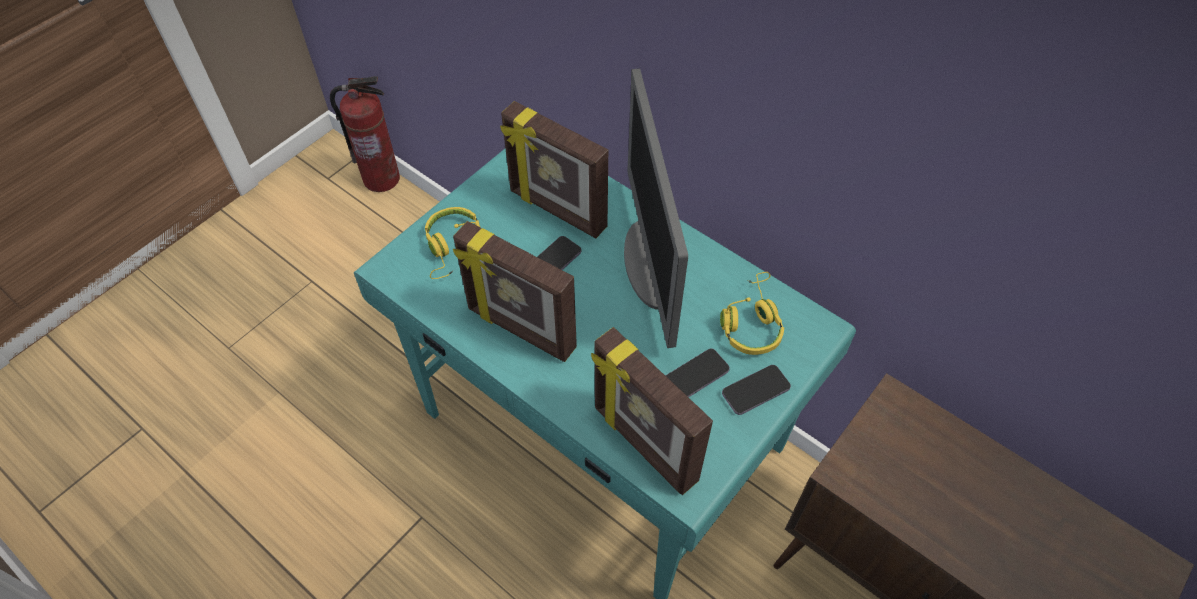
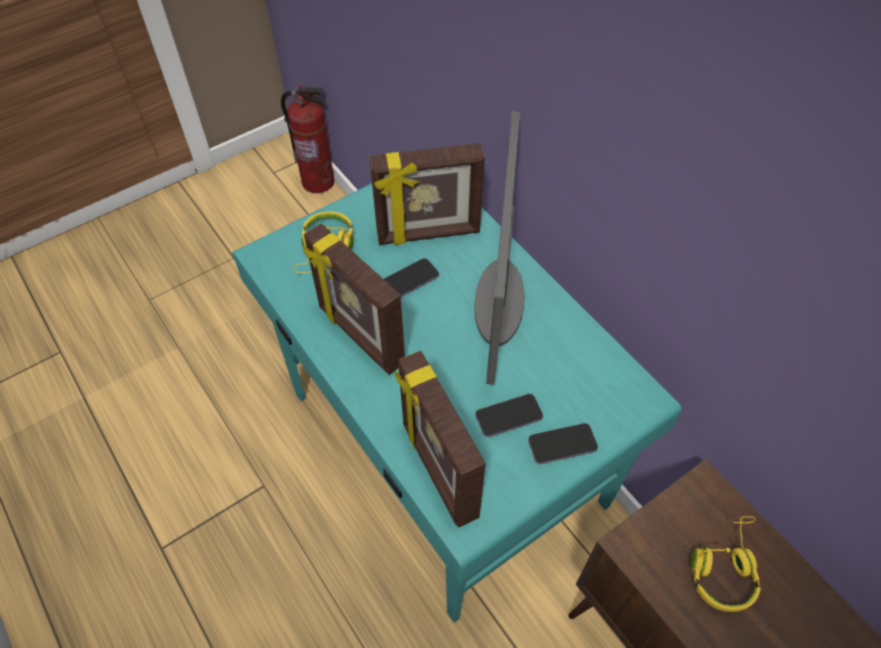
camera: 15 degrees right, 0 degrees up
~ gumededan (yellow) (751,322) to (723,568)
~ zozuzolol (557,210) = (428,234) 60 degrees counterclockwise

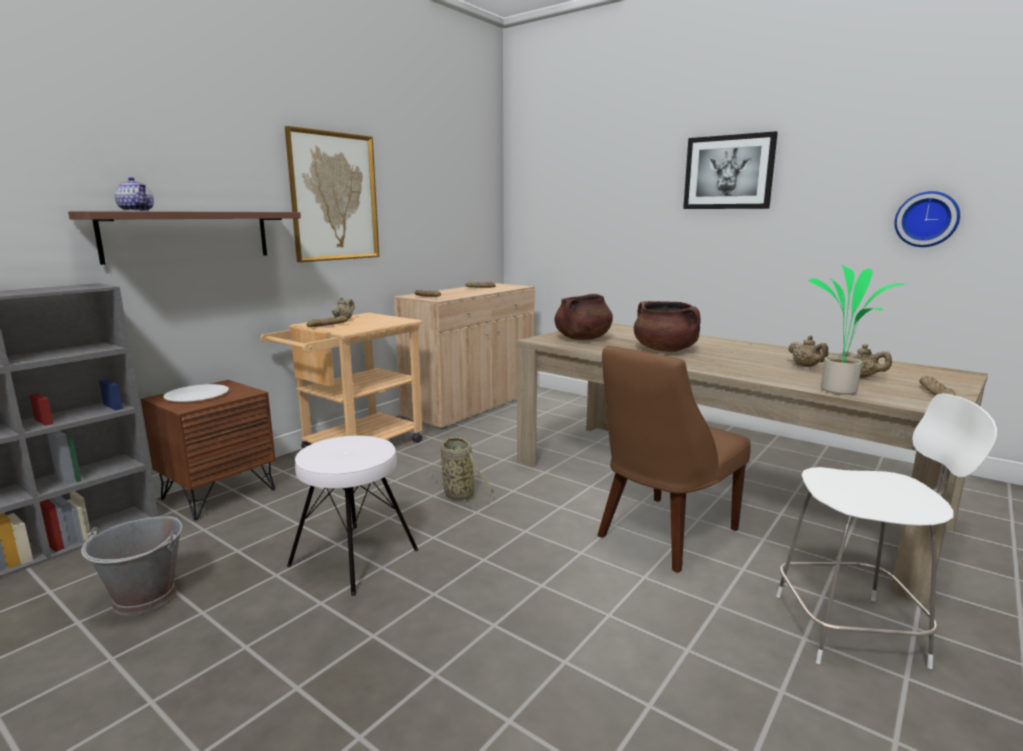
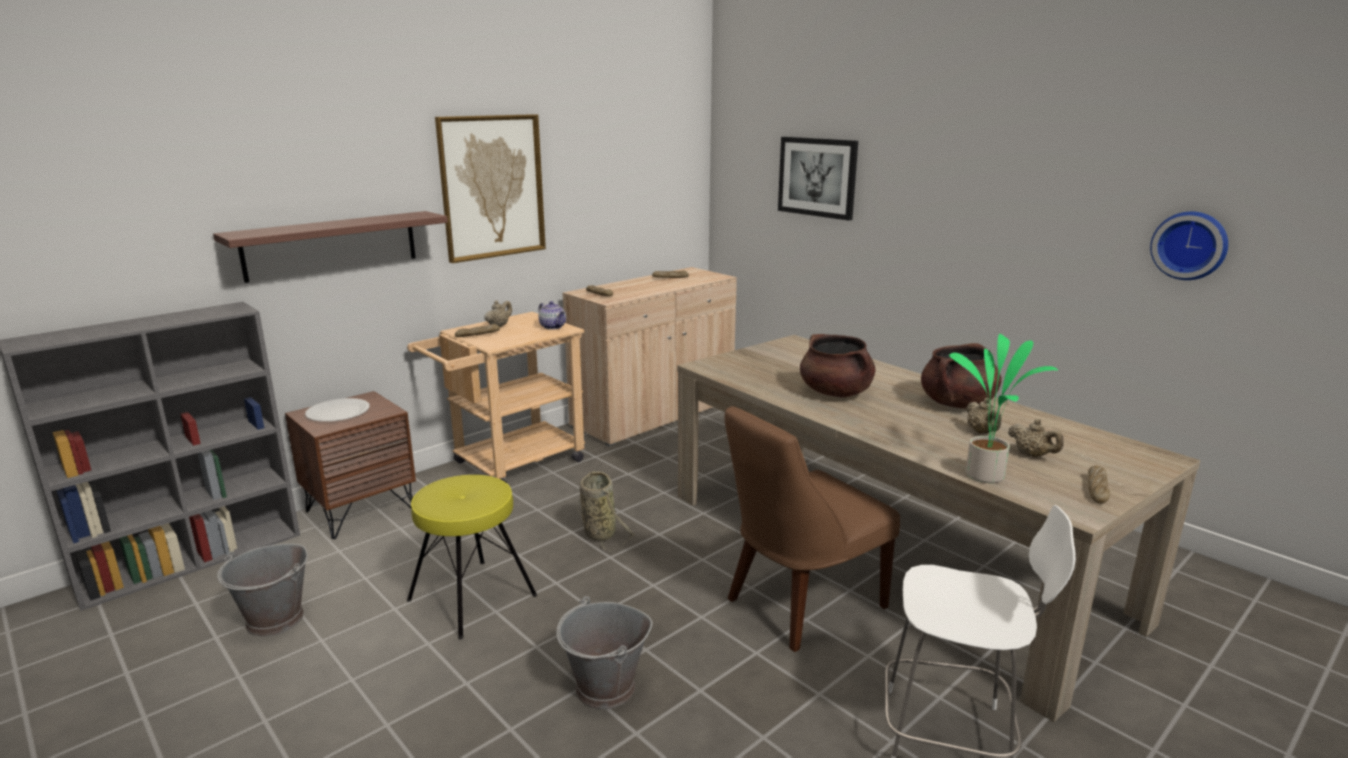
camera: 10 degrees right, 5 degrees up
+ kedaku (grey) (605,688)
~ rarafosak (136,211) to (552,326)
~ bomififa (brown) (582,338) to (957,404)
~ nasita (728,172) to (817,177)
~ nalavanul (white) (354,557) to nalavanul (yellow) (472,597)

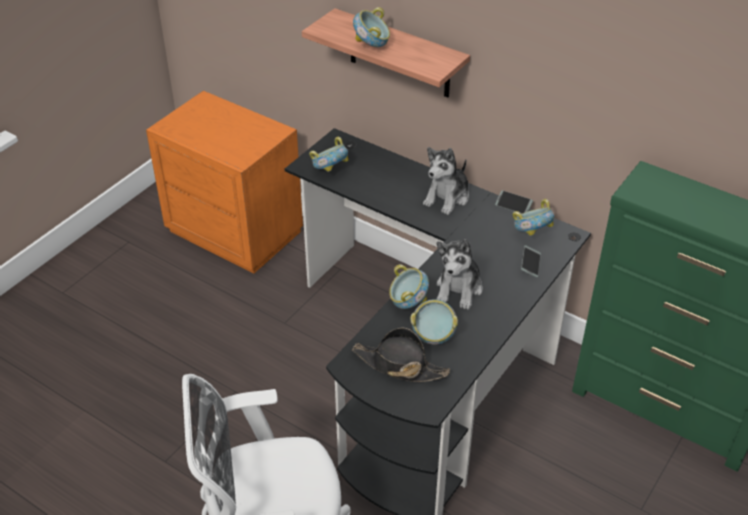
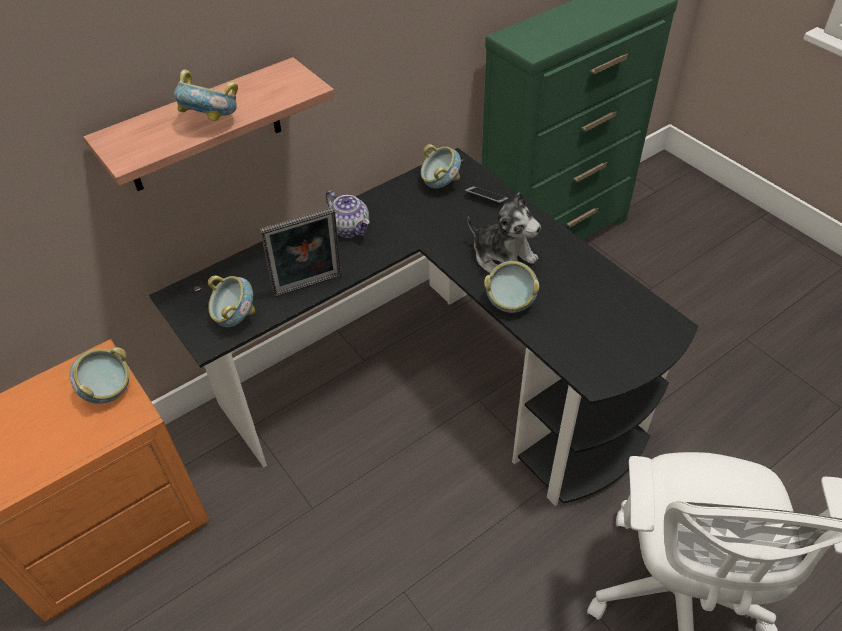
camera: 70 degrees left, 5 degrees up
- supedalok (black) (399,365)
- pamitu (513,205)
+ zozuzolol (309,287)
~ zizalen (433,336) to (109,392)
~ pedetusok (447,198) to rarafosak (350,228)

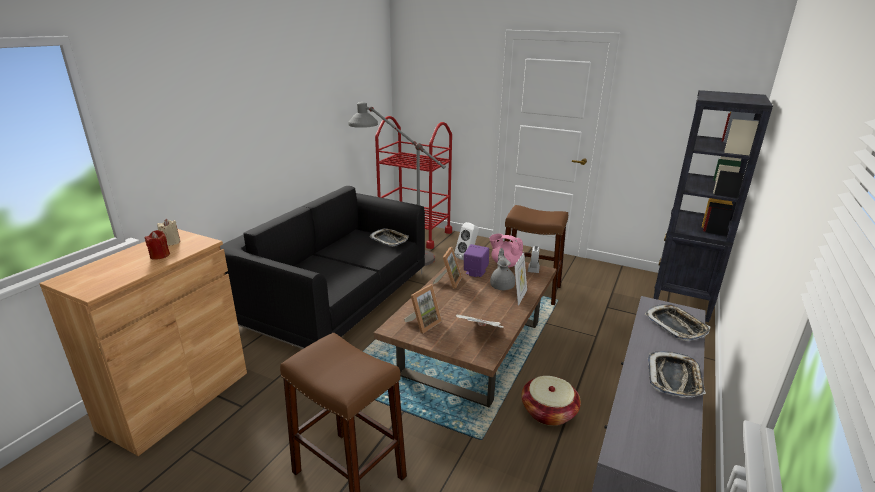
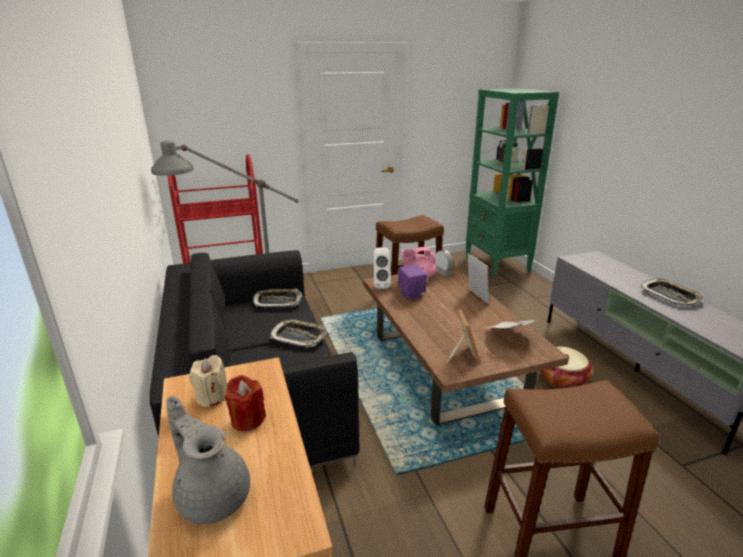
camera: 45 degrees left, 0 degrees up
- zozuzolol (448,282)
~ rarafosak (grey) (502,285) to (213,495)
~ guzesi (676,325) to (299,336)
~ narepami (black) (681,300) to narepami (green) (497,264)

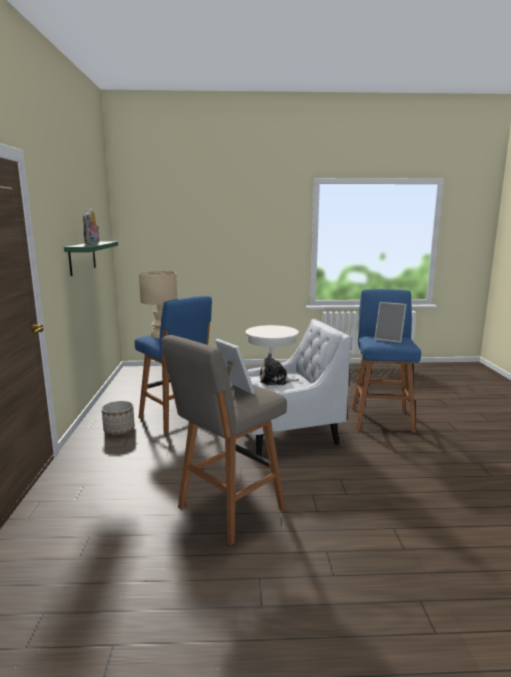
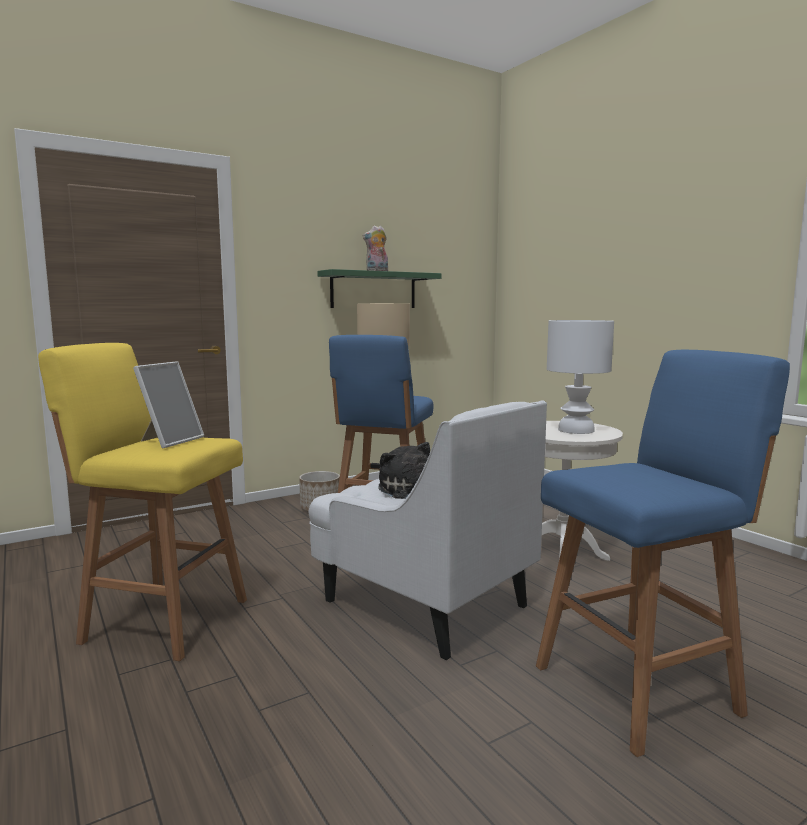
camera: 60 degrees right, 5 degrees down
- zozuzolol (389,339)
+ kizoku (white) (575,430)
~ nalavanul (grey) (228,510) to nalavanul (yellow) (162,619)

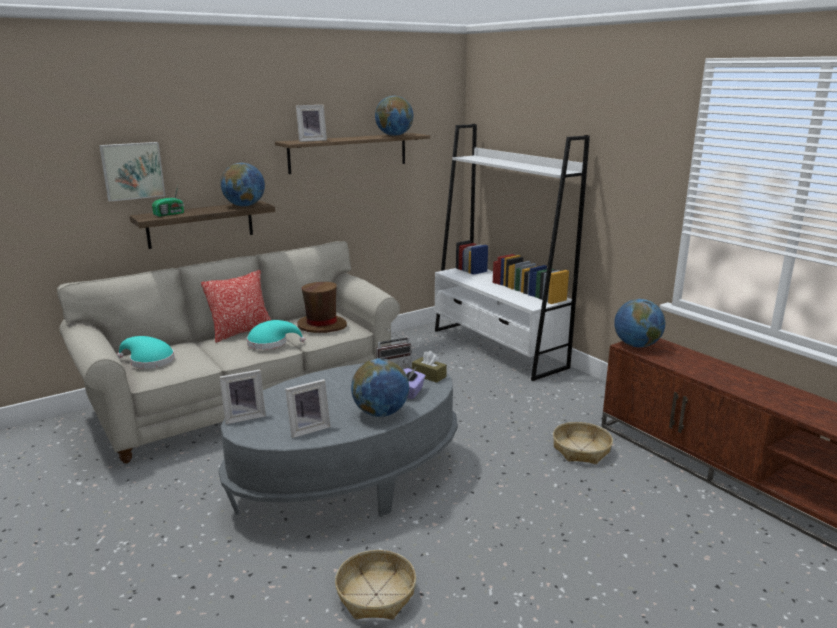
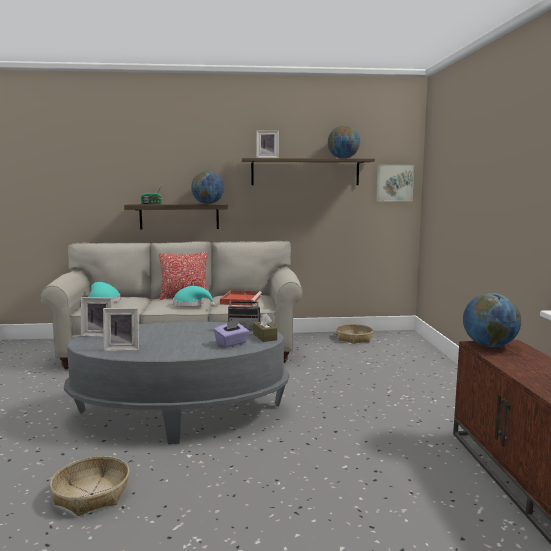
camera: 30 degrees right, 10 degrees down
- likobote (380,413)
- narepami (white) (498,348)
~ nasita (132,171) to (394,183)
~ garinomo (581,450) to (354,338)
~ supedalok (brown) (322,325) to guzesi (red) (240,300)

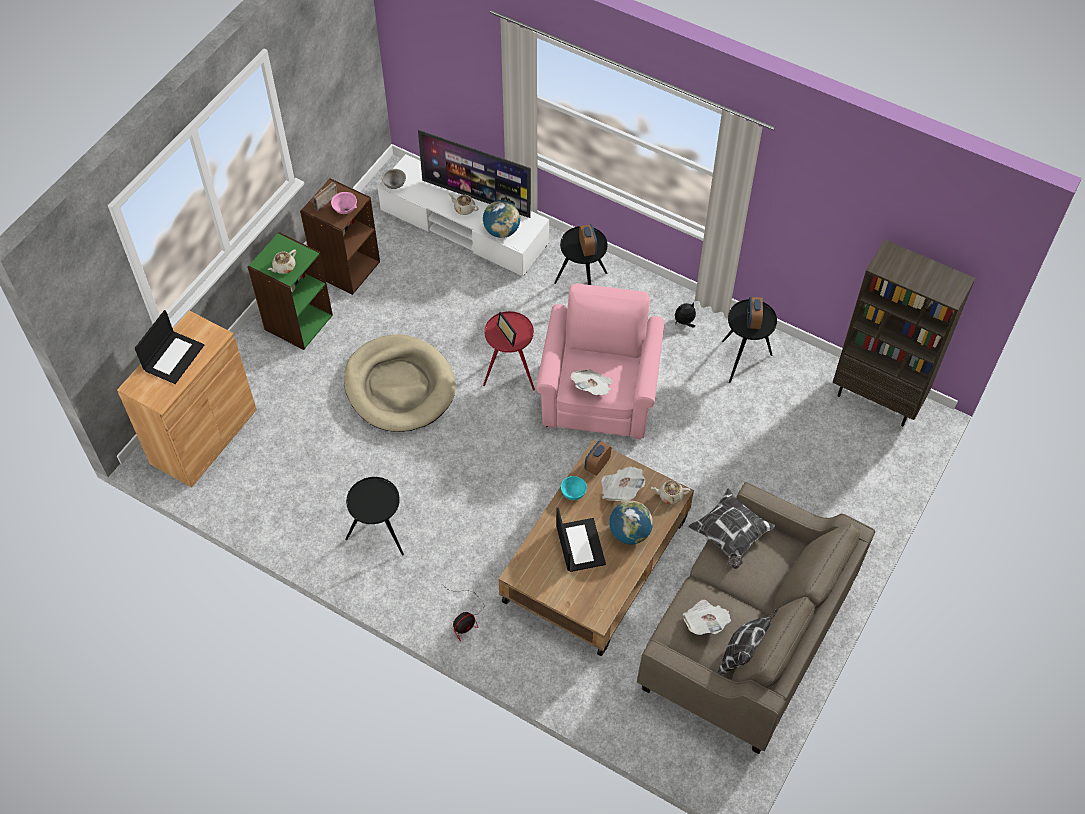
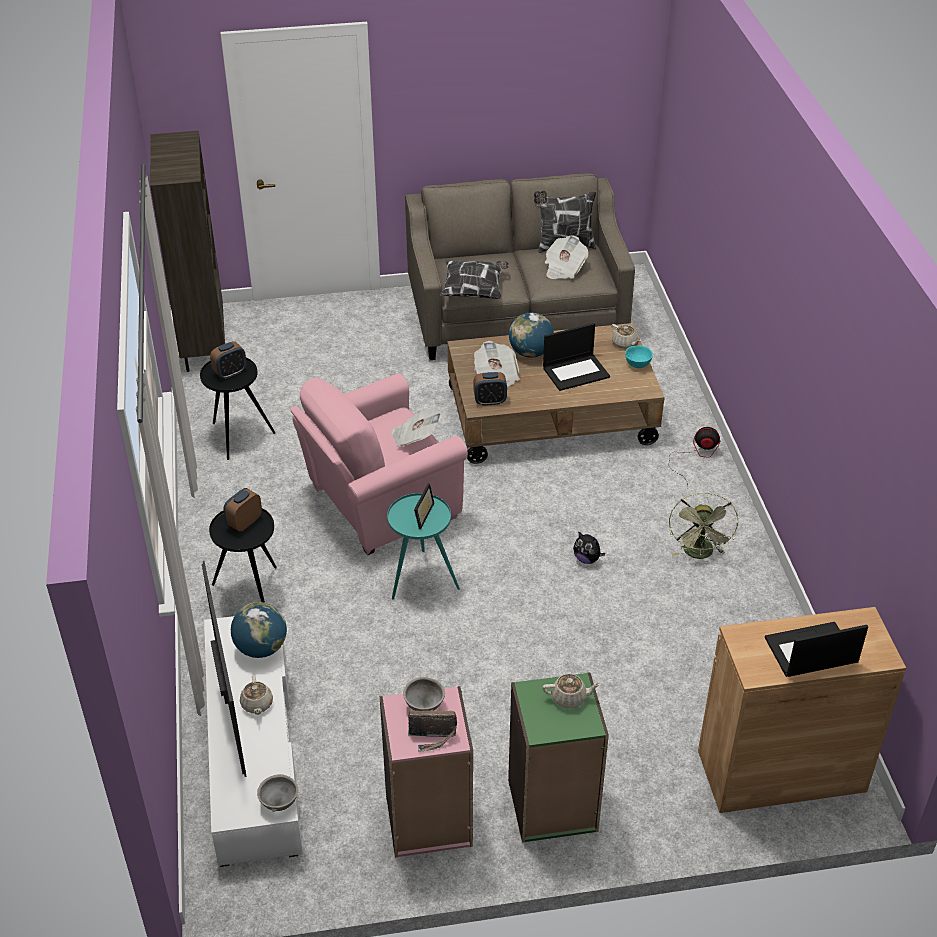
camera: 130 degrees left, 15 degrees down
- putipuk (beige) (399,386)
~ zizalen (turquoise) (573,493) to (638,365)
~ rarafosak (beige) (670,495) to (624,343)
~ pedetusok (684,322) to (587,559)
~ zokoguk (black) (380,536) to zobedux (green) (699,554)
~ narepami (brown) (346,268) to narepami (pink) (428,821)
~ zizalen (pink) (345,210) to zizalen (grey) (424,705)
~ zokoguk (red) (510,372) to zokoguk (turquoise) (421,580)
~ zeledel (579,544) = (576,372) 150 degrees counterclockwise

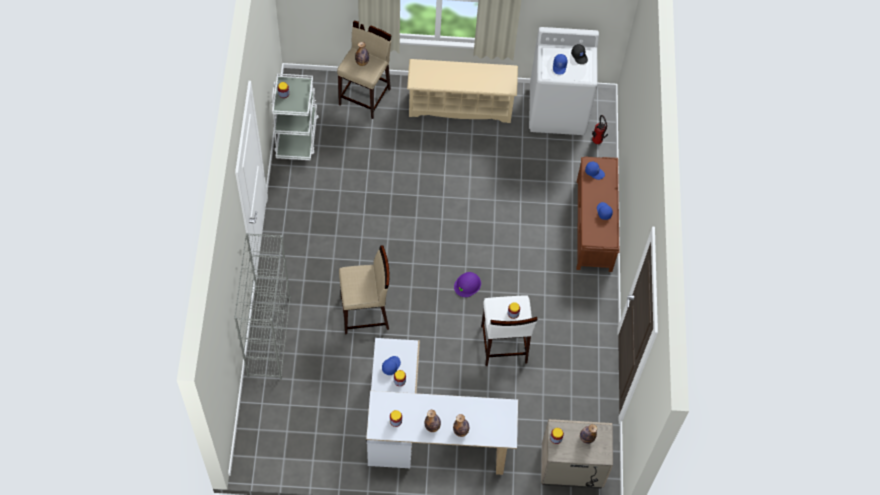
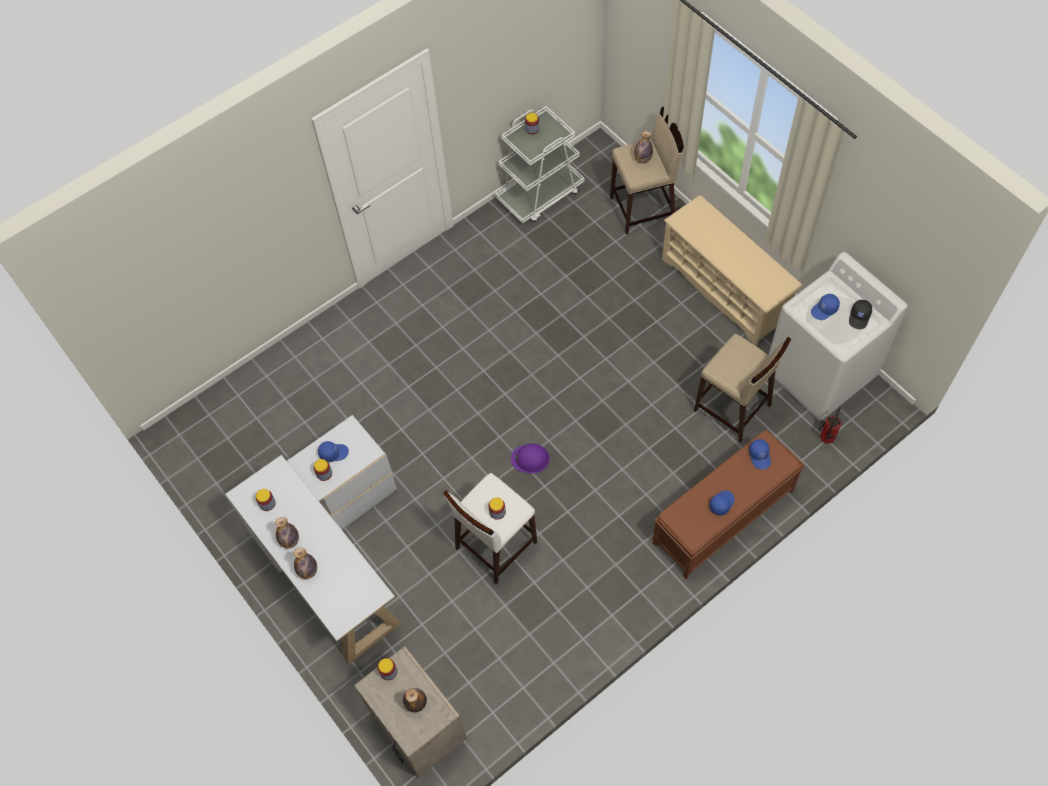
camera: 55 degrees right, 0 degrees up
- narepami (grey) (269,337)
~ nalavanul (beige) (365,313) to (732,409)

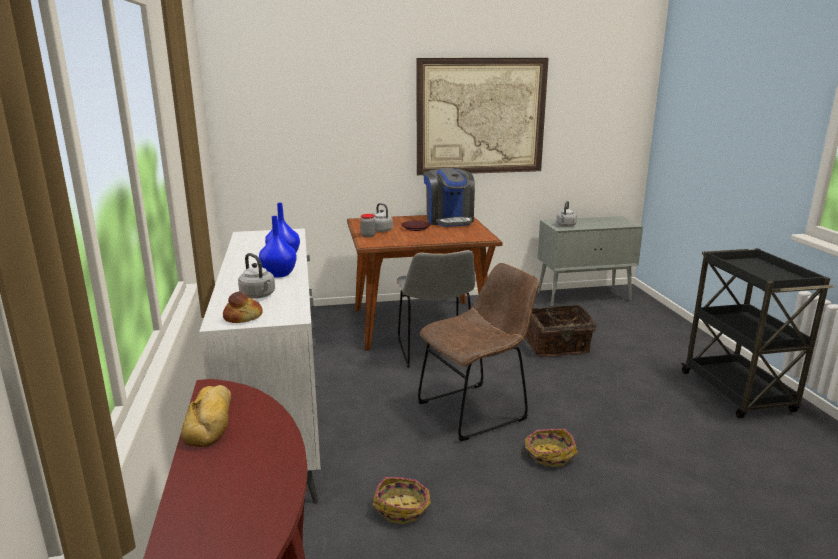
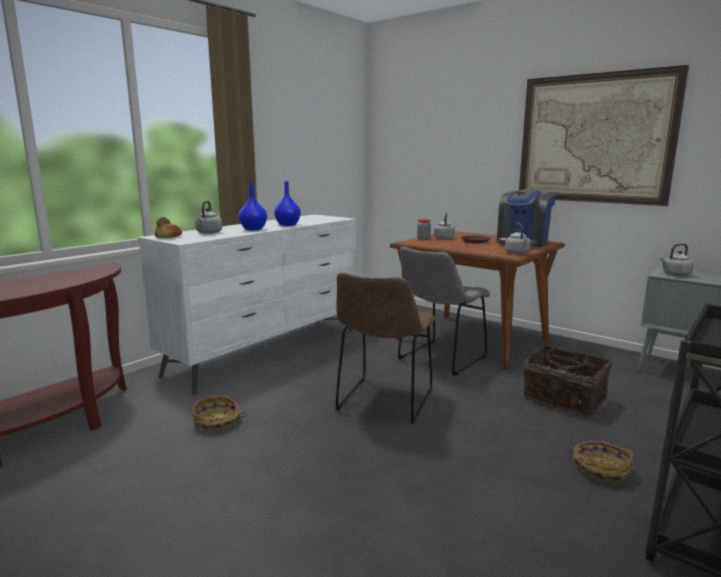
camera: 50 degrees right, 5 degrees down
- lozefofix (212,421)
+ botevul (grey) (517,253)
~ garinomo (548,454) to (600,469)
~ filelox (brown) (476,409) = (384,402) 90 degrees clockwise

